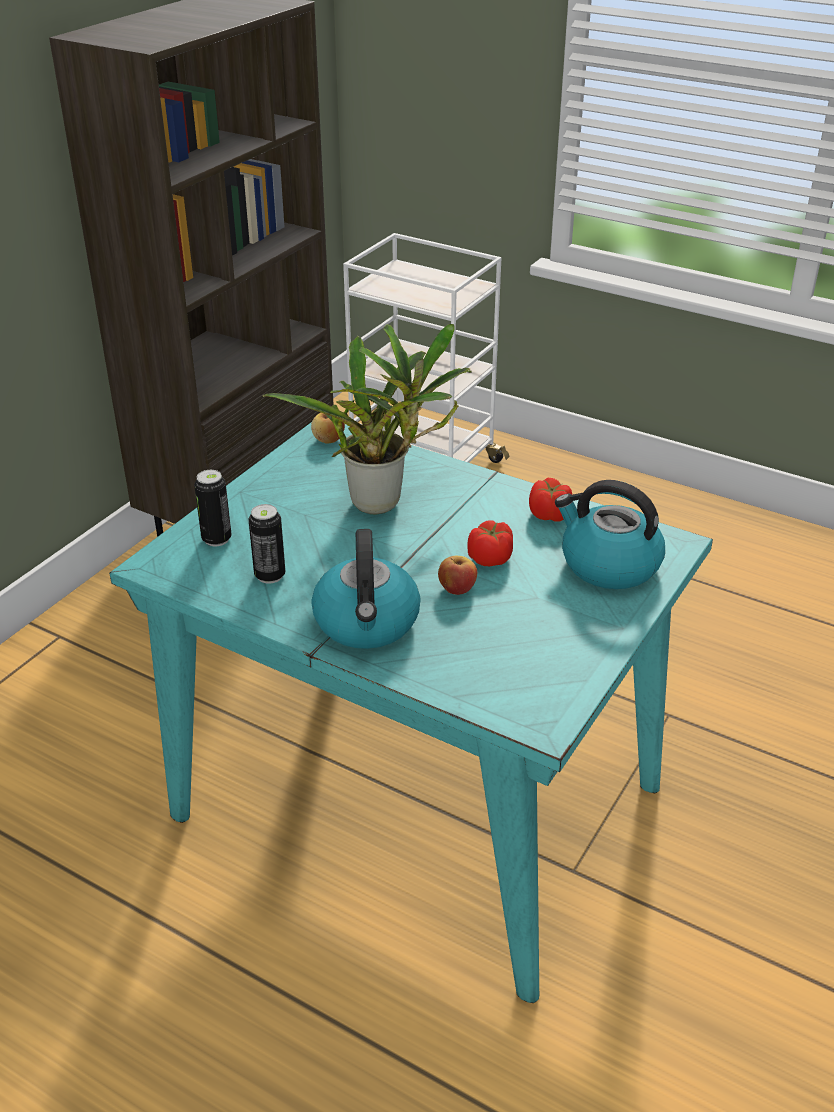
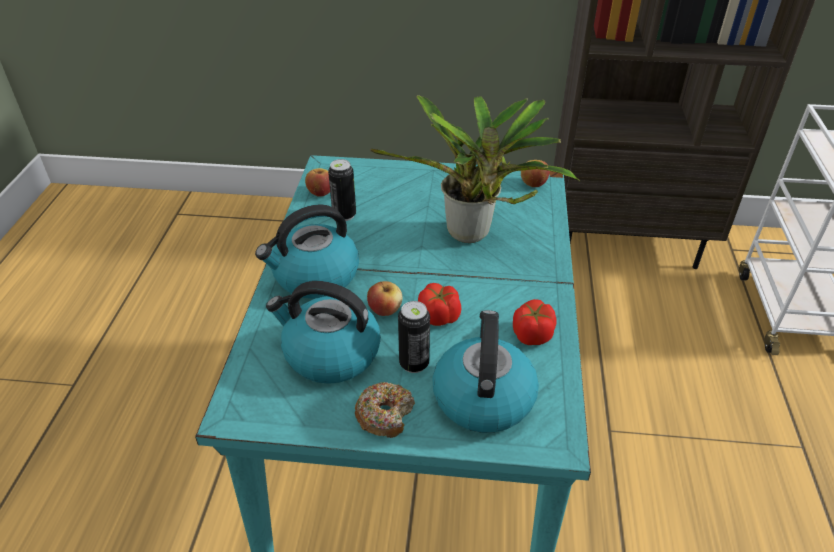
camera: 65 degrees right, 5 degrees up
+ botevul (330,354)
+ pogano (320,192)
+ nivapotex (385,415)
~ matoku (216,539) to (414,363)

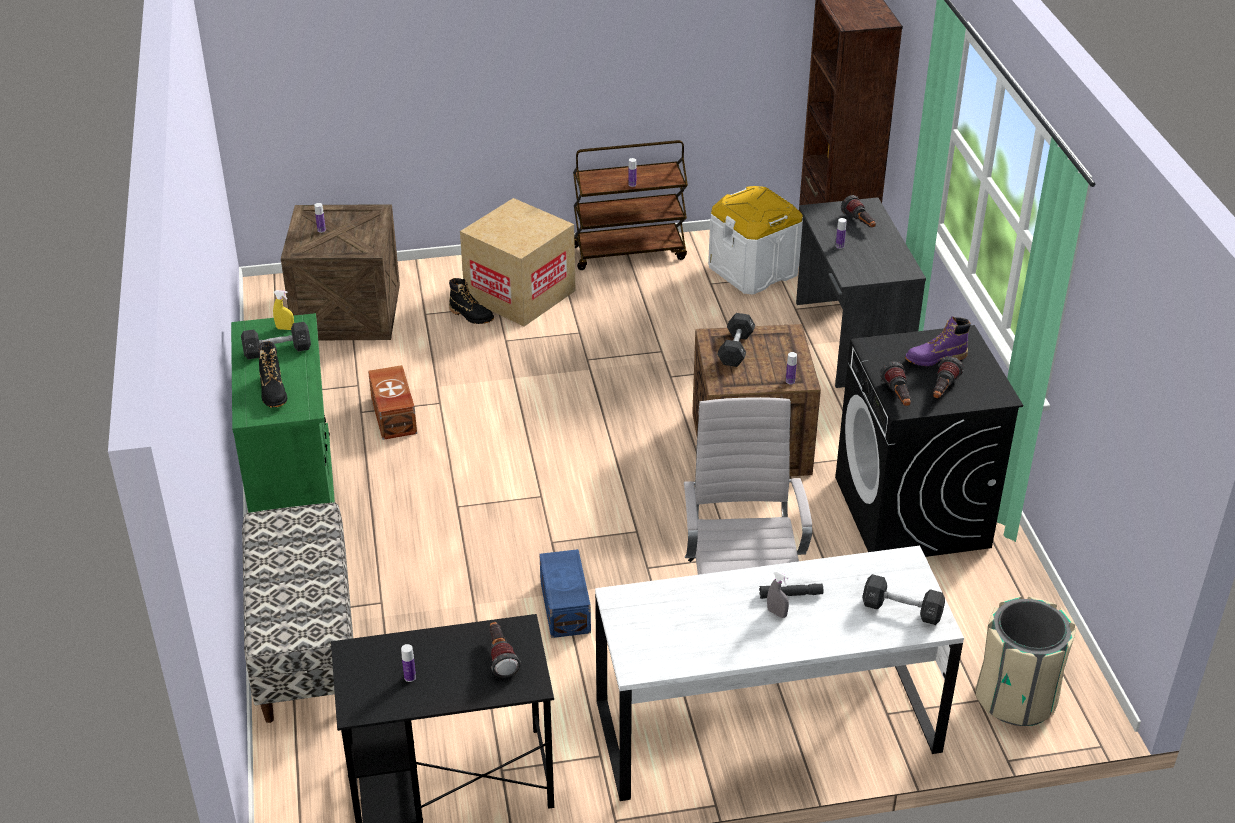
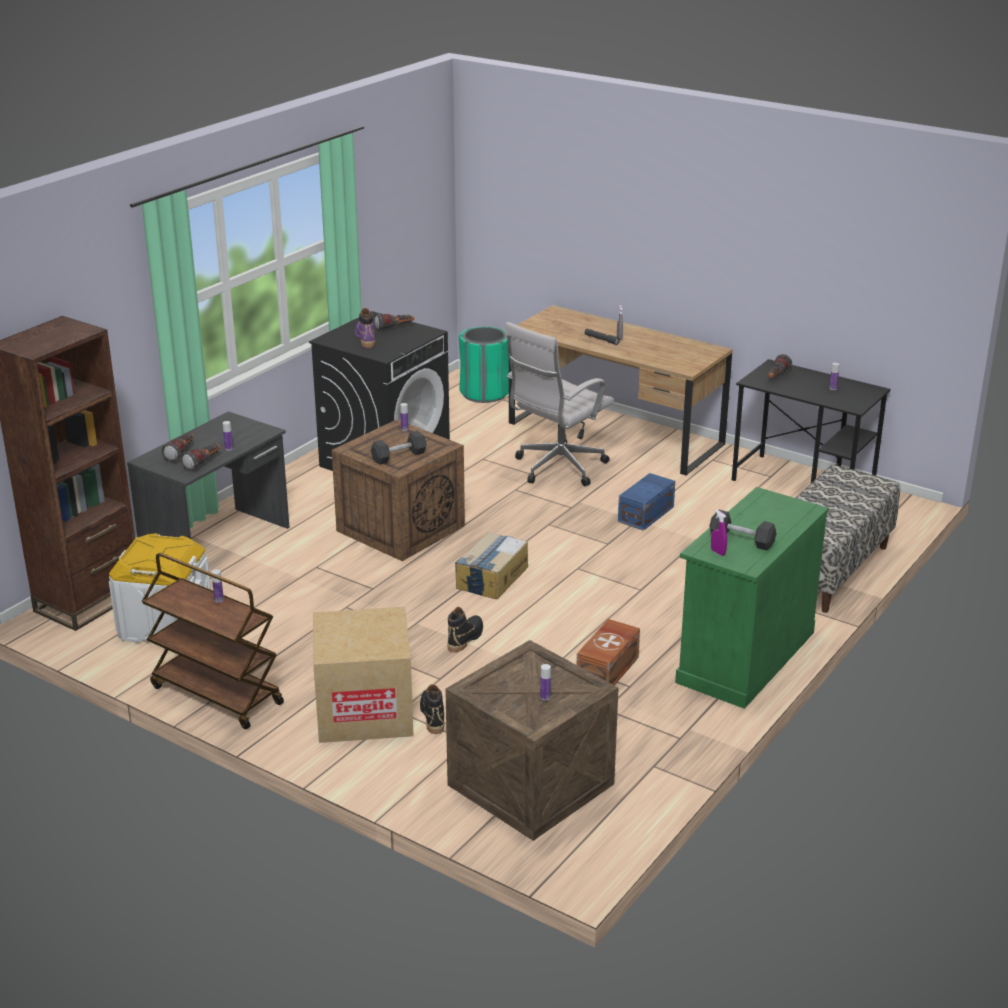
camera: 135 degrees left, 10 degrees down
- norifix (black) (902,610)
+ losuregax (491,577)
~ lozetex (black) (273,392) to (465,638)
~ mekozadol (897,396) to (203,463)
~ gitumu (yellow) (285,328) to gitumu (purple) (718,552)
~ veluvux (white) (766,726) to veluvux (brown) (615,434)
~ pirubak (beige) (1016,698) to pirubak (green) (485,393)
~ lozetex (purple) (935,358) = (365,339) 135 degrees counterclockwise

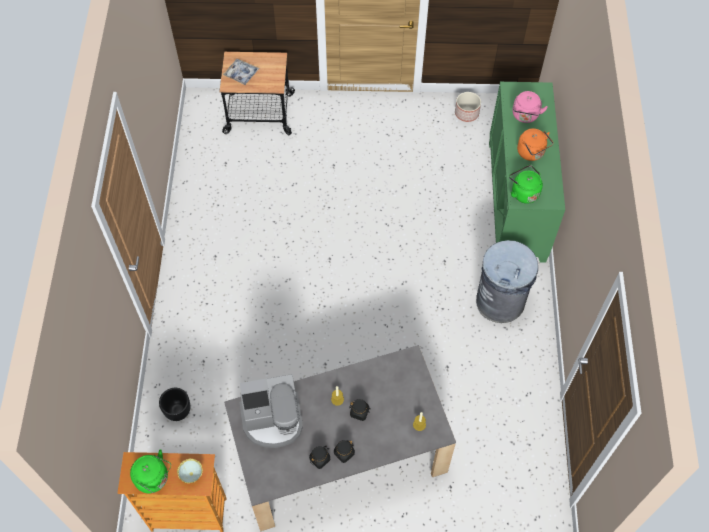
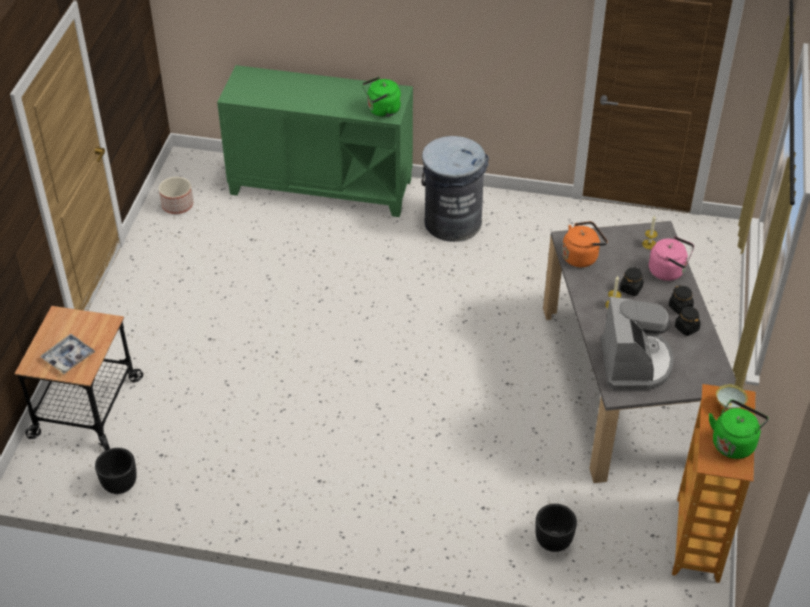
camera: 80 degrees left, 15 degrees down
+ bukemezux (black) (119,484)
~ botevul (pink) (525,116) to (668,271)
~ botevul (orange) (532,153) to (581,257)

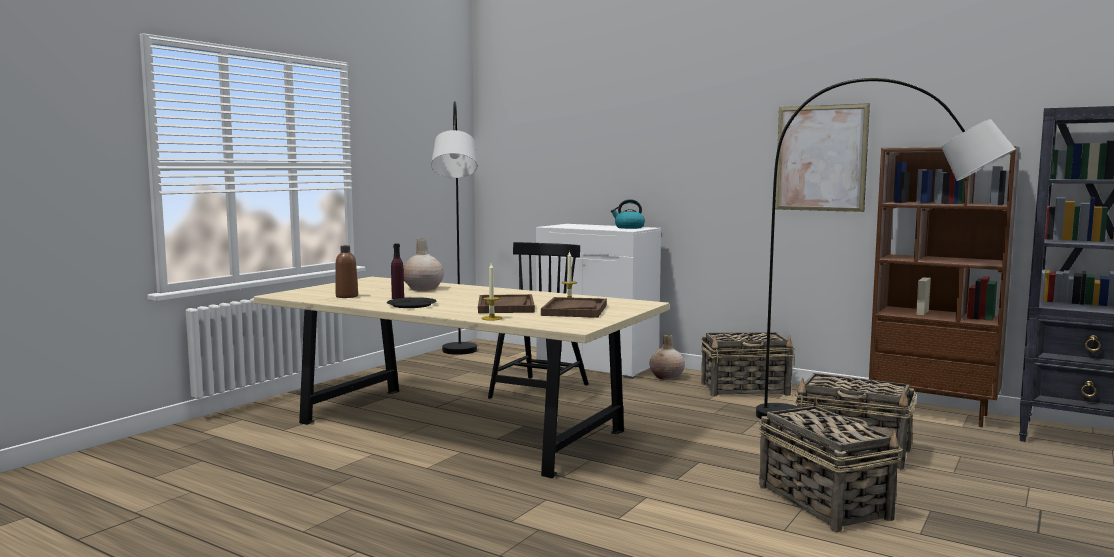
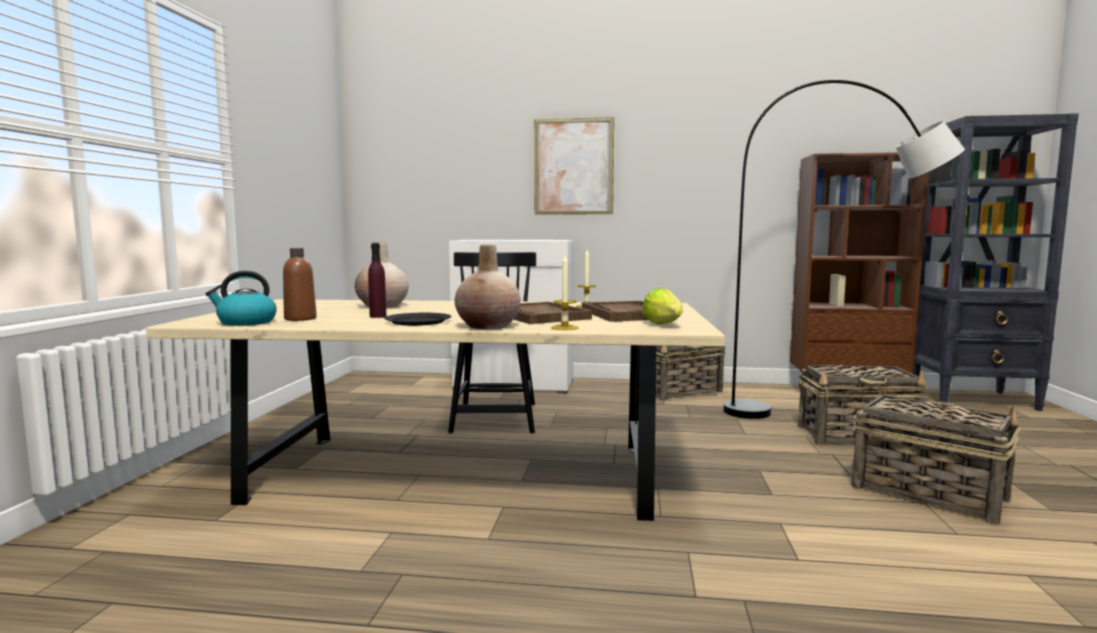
camera: 25 degrees left, 0 degrees up
- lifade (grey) (459,366)
+ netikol (664,325)
~ botevul (629,227) to (246,322)
~ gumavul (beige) (667,377) to (488,326)
~ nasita (821,158) to (573,167)

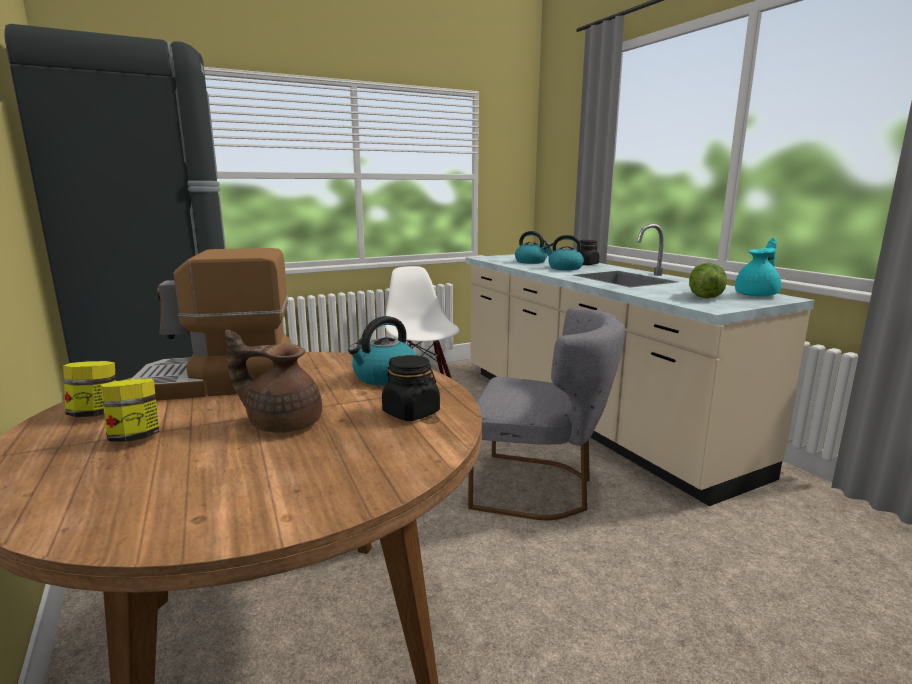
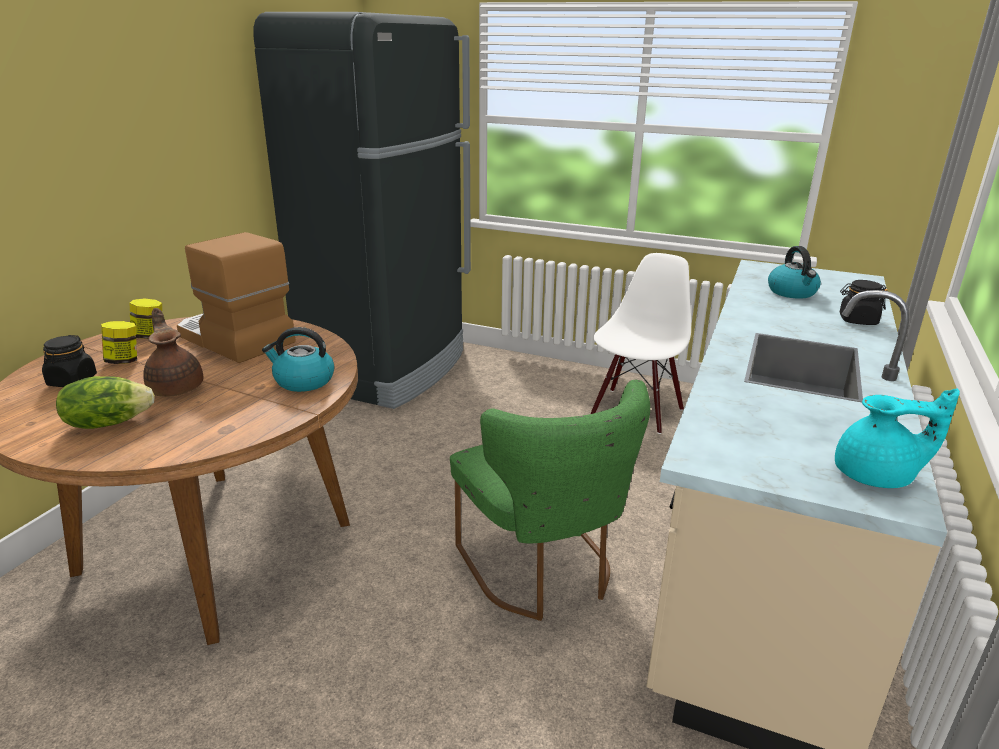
camera: 50 degrees right, 10 degrees up
- botevul (564,268)
~ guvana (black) (411,413) to (72,381)
~ netikol (704,297) to (108,422)
~ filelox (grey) (539,488) to filelox (green) (543,571)

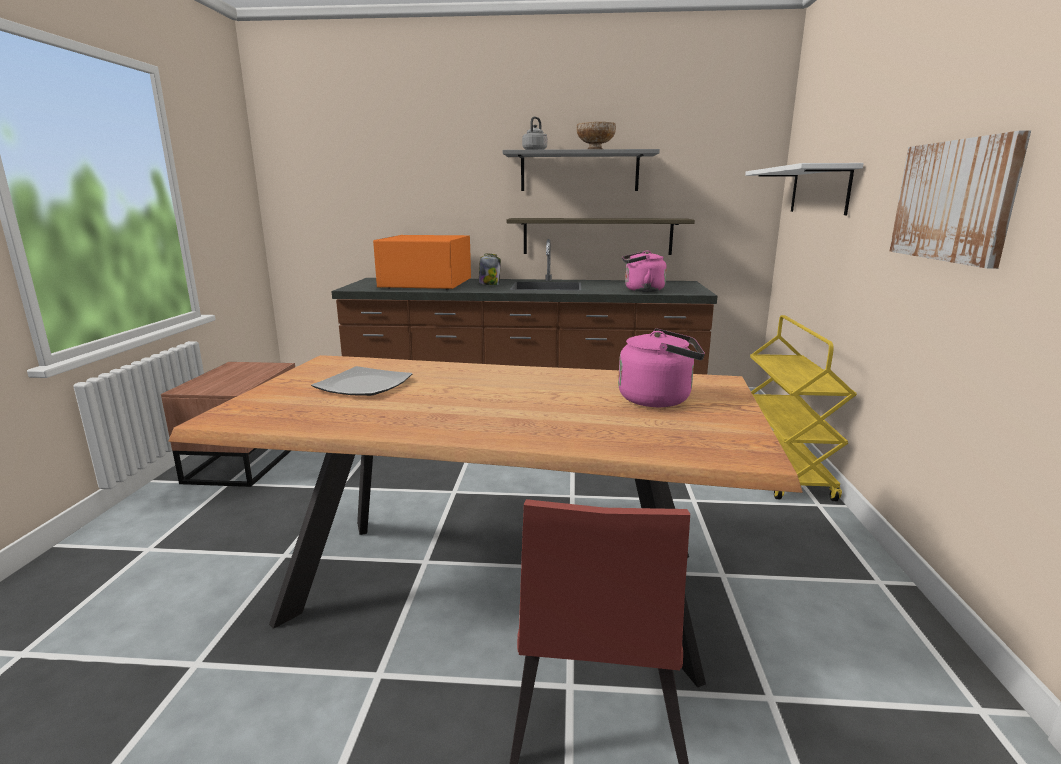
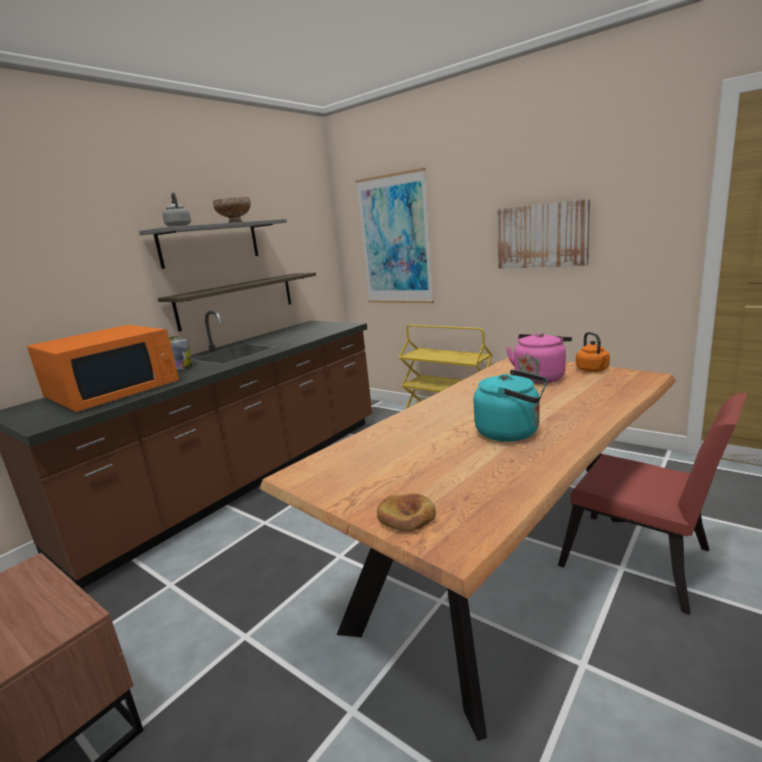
camera: 55 degrees left, 0 degrees up
- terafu (364,386)
- botevul (pink) (641,290)
+ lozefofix (406,516)
+ botevul (turquoise) (512,432)
+ botevul (orange) (593,370)
~ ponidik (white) (819,190) to nasita (395,240)
~ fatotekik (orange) (426,284) = (114,390) 90 degrees counterclockwise

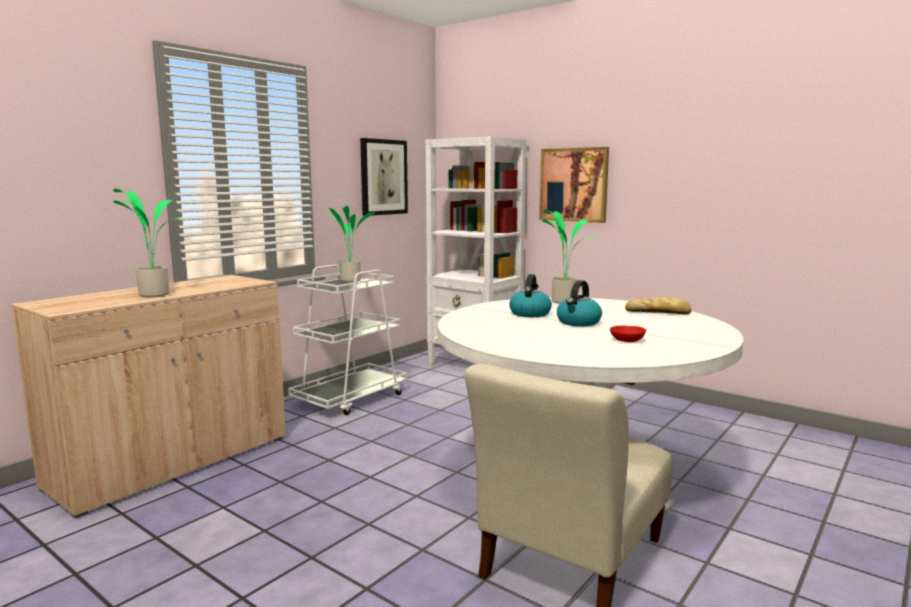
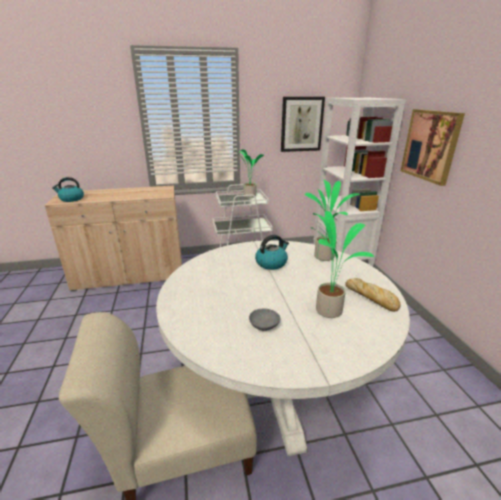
camera: 40 degrees right, 15 degrees up
~ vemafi (154,294) to (328,309)
~ botevul (578,322) to (71,199)
~ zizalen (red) (627,340) to zizalen (grey) (265,324)

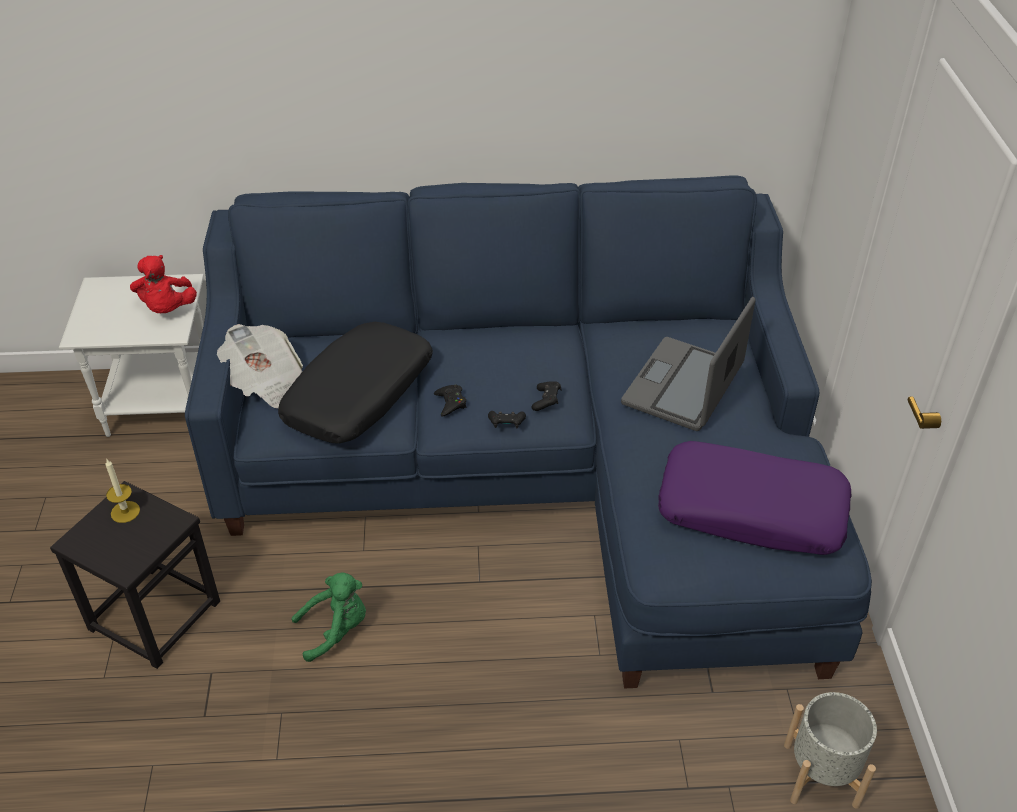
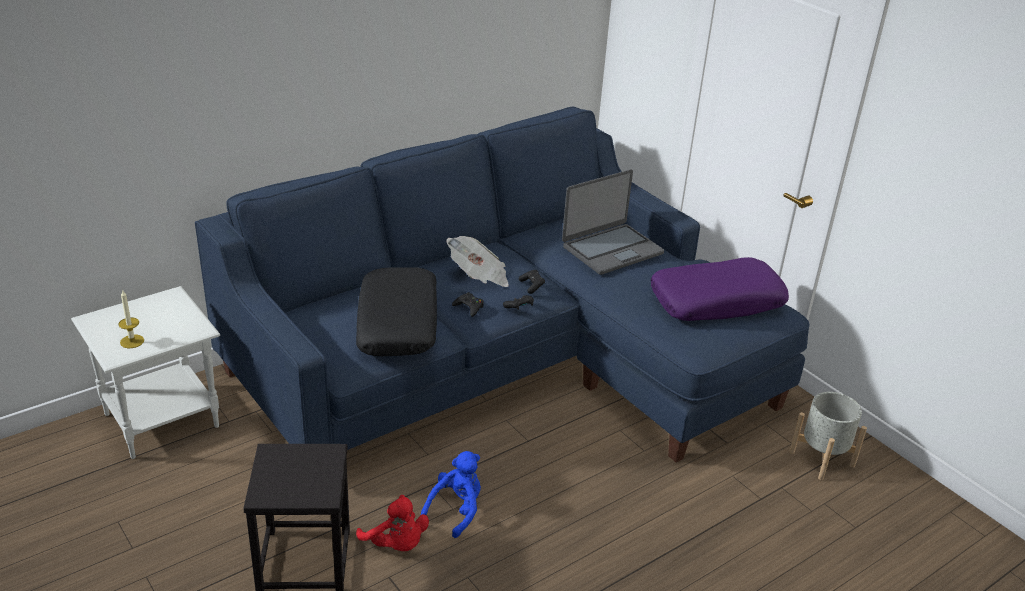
camera: 35 degrees left, 10 degrees down
~ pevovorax (125,512) to (132,341)
~ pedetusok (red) (167,309) to (396,544)
~ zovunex (266,382) to (478,276)
~ pedetusok (green) (336,630) to pedetusok (blue) (456,510)
~ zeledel (684,386) = (611,250) 120 degrees counterclockwise

